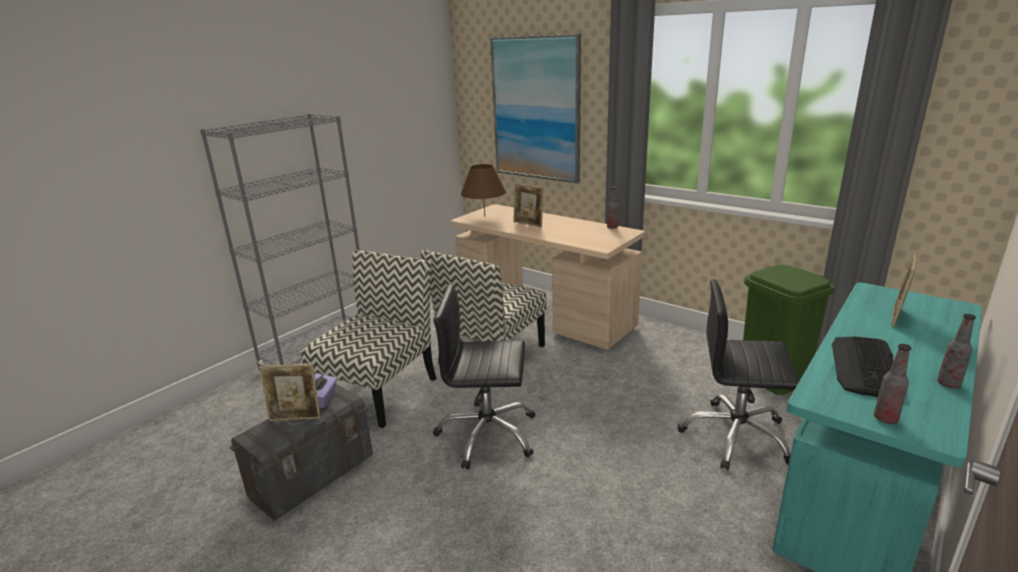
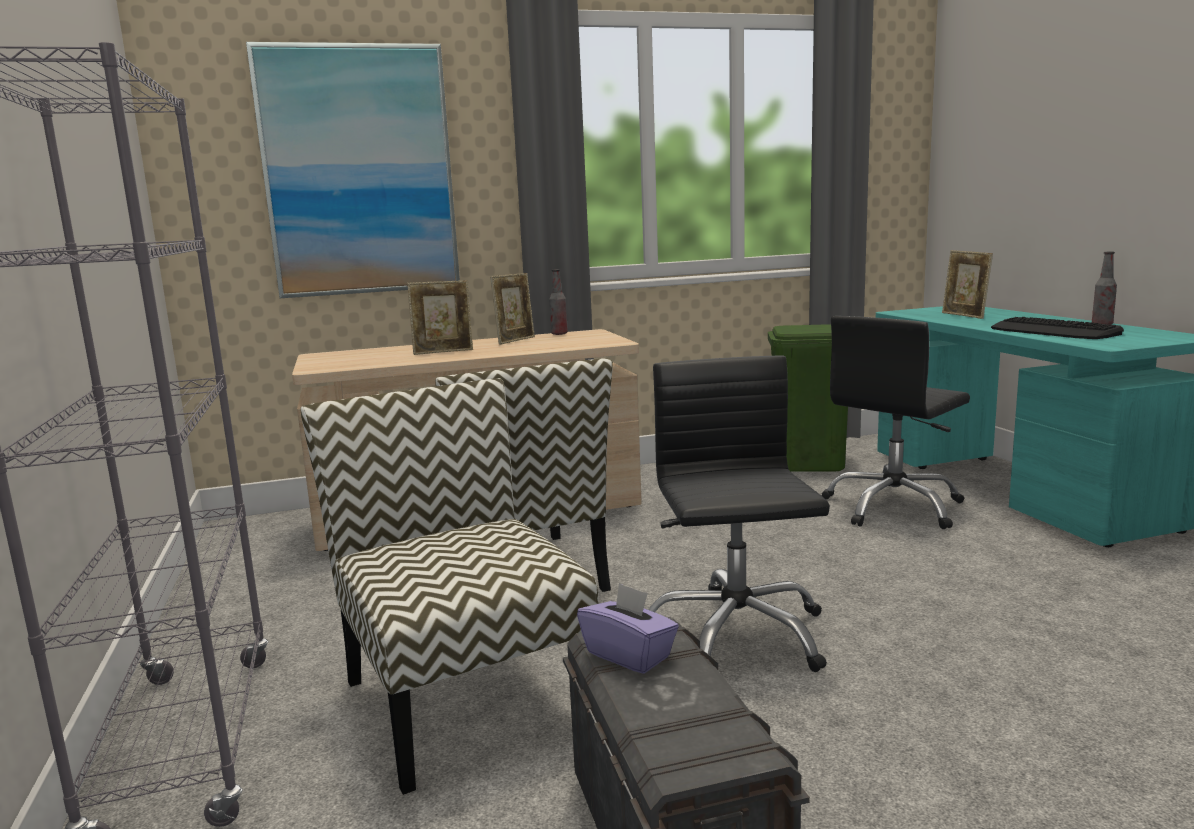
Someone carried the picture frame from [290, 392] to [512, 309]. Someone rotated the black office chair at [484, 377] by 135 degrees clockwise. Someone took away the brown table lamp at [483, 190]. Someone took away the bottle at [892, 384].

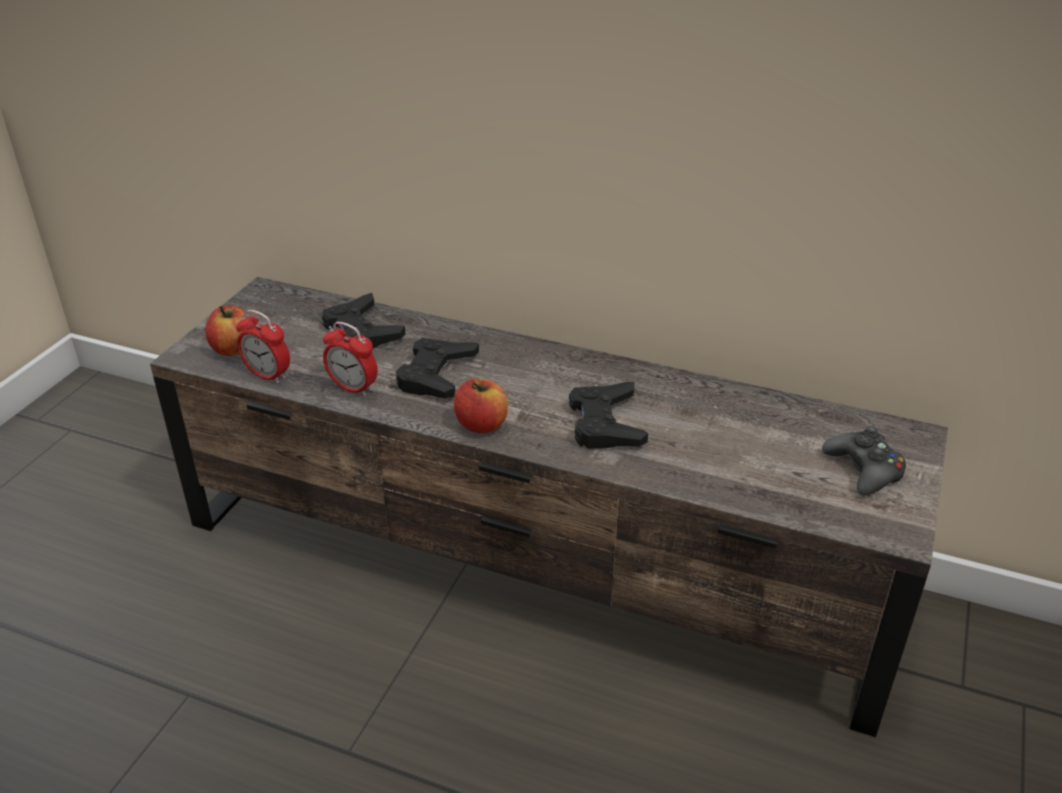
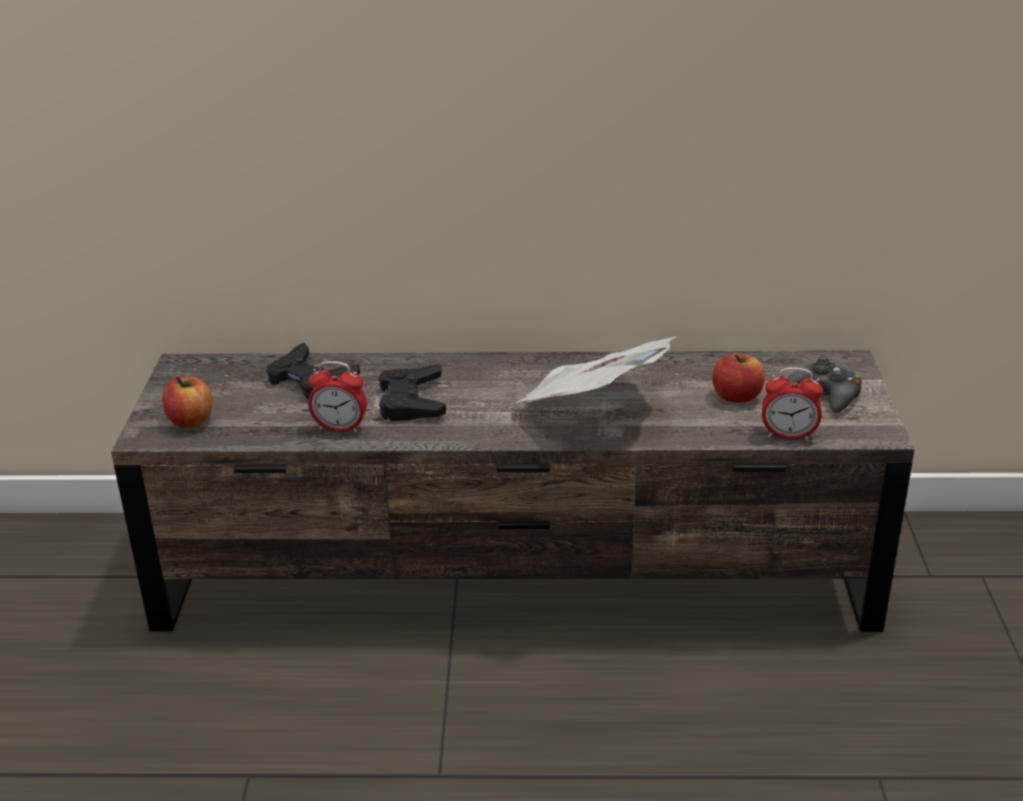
Someone carried the alarm clock from [263, 347] to [792, 404]. Someone carried the apple from [481, 406] to [738, 378]. Someone swapped the black game controller at [608, 415] for the newspaper at [596, 369].

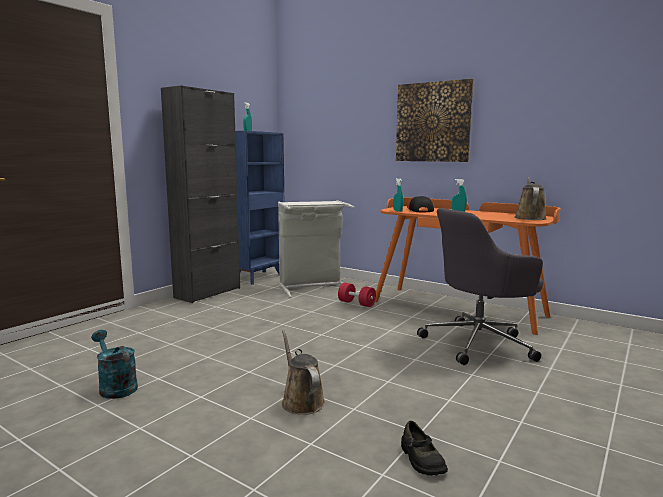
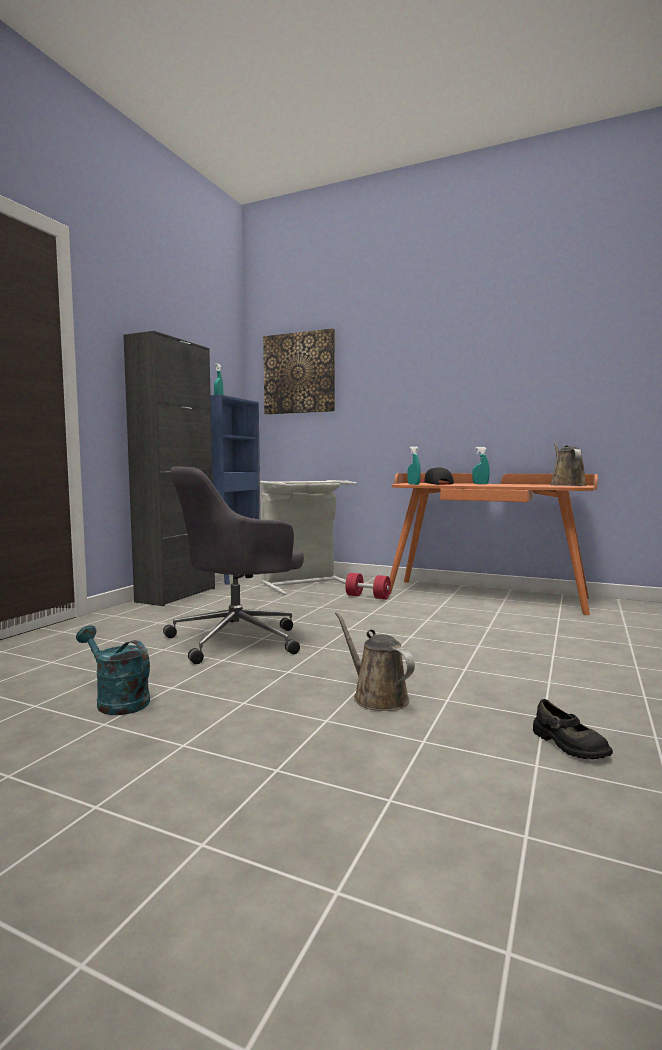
Someone carried the picture from [435, 120] to [299, 371]. Someone carried the grey office chair from [480, 286] to [233, 565].

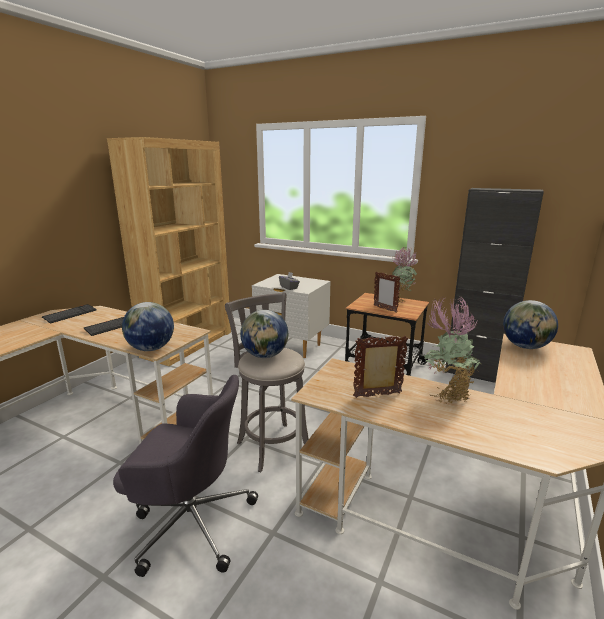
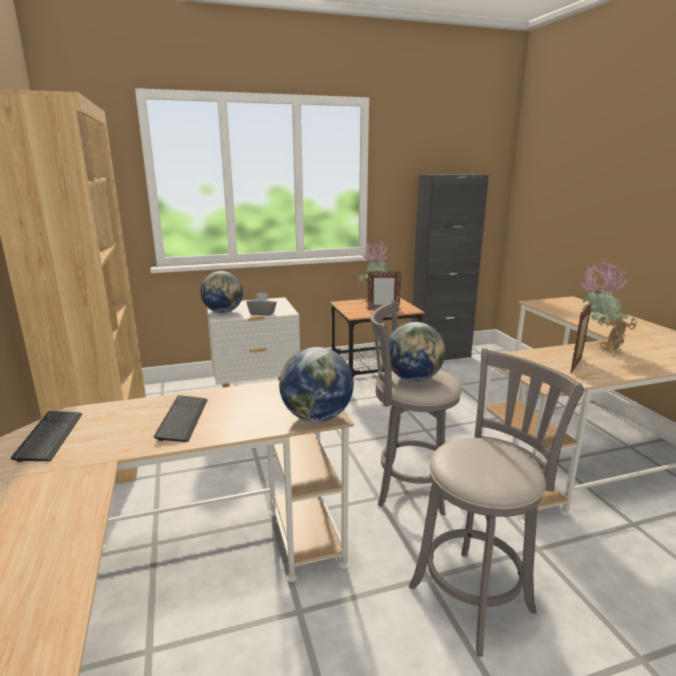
Someone swapped the grey office chair at [185, 476] for the grey stool at [496, 503]. Someone carried the globe from [530, 324] to [221, 292].

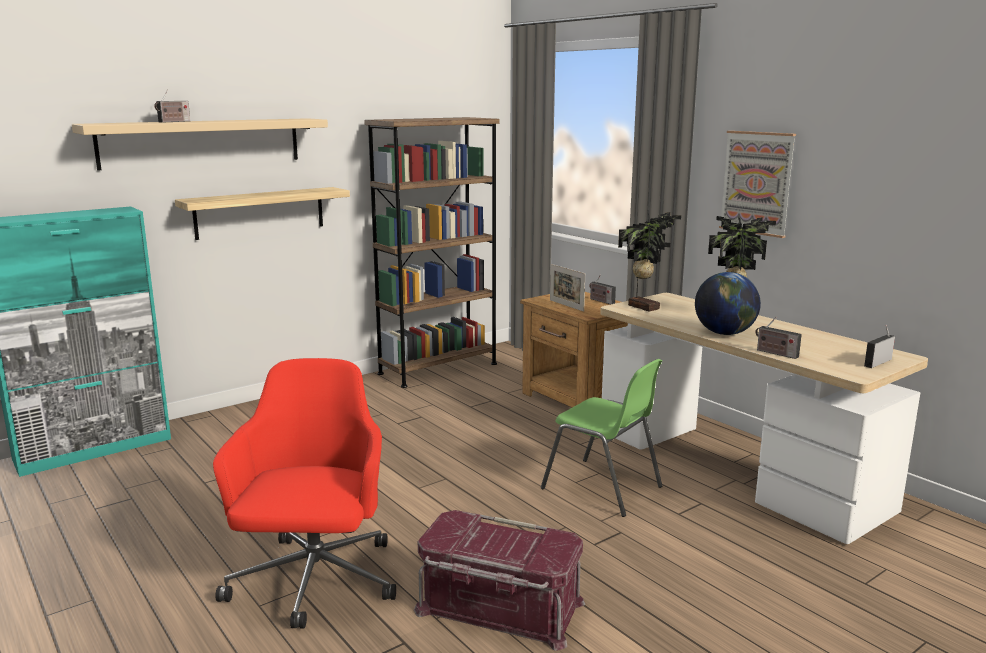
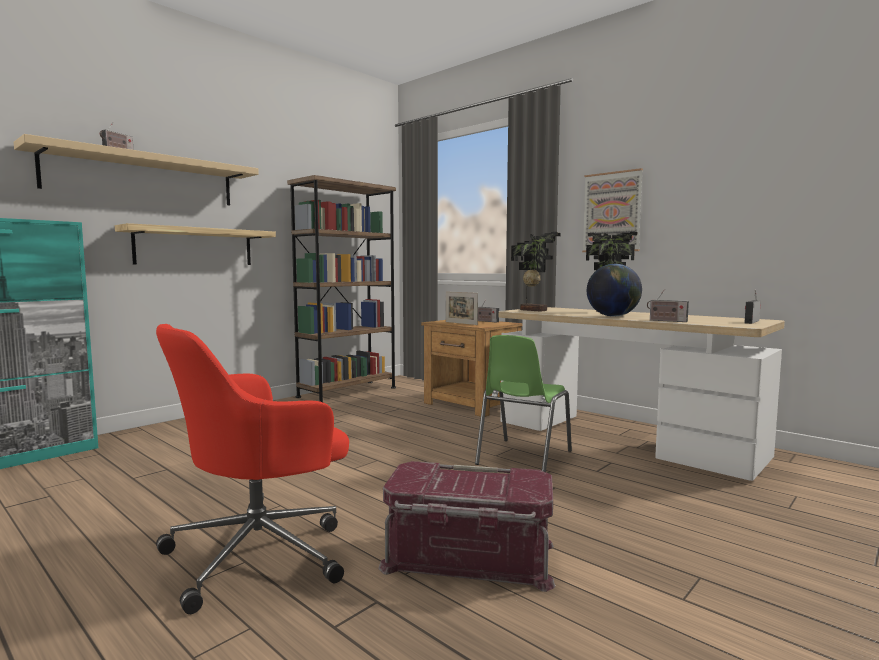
Someone rotated the red office chair at [304, 493] by 120 degrees counterclockwise. Someone rotated the green chair at [602, 438] by 90 degrees clockwise.

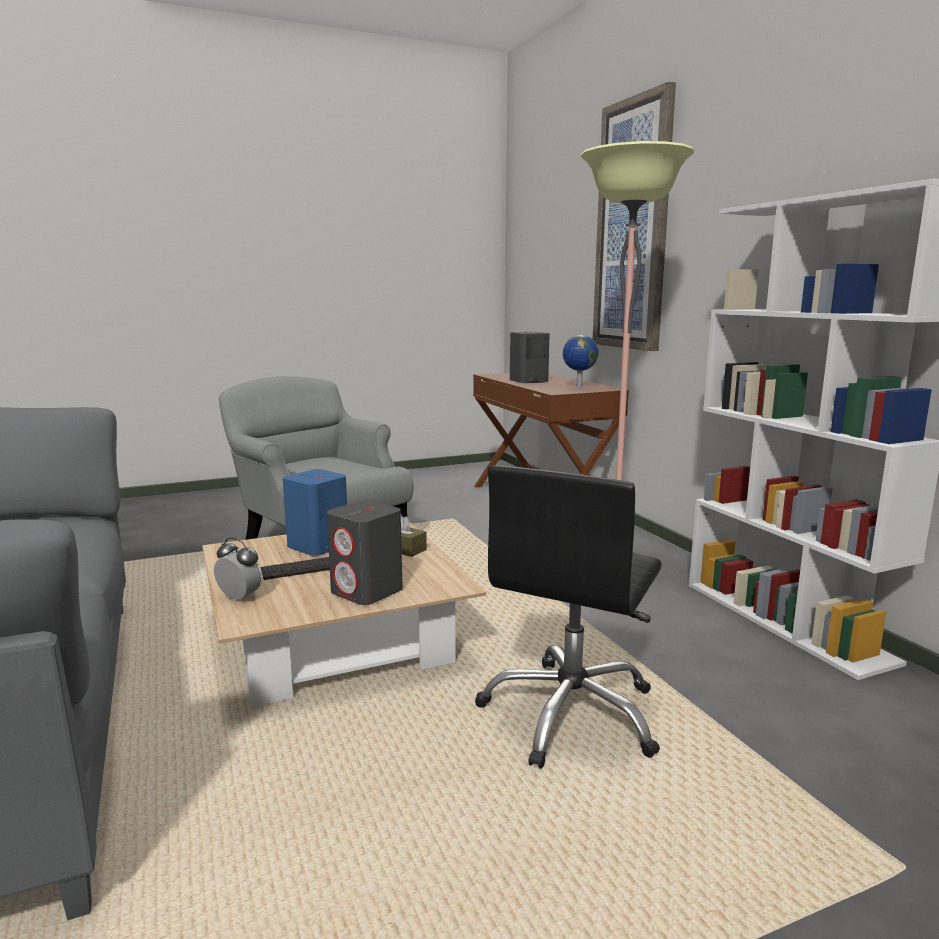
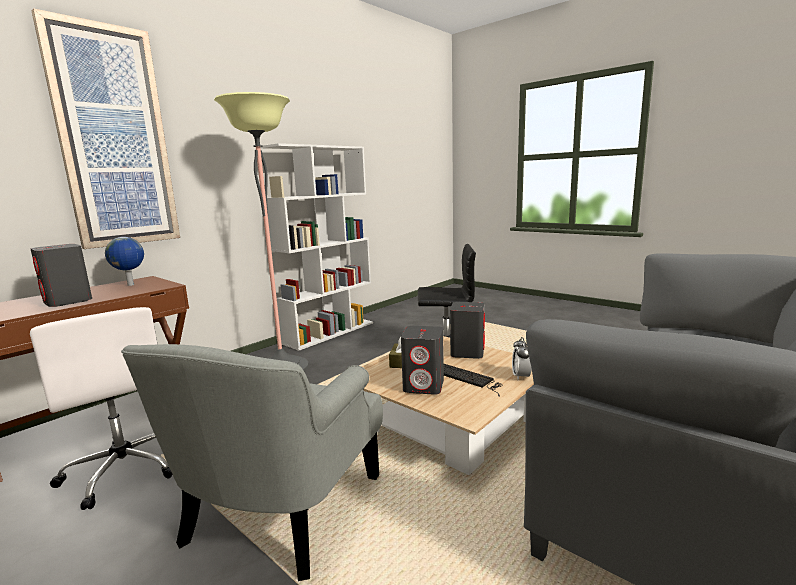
Someone repainted the blue speaker at [315, 512], which became the grey speaker at [422, 360]. Someone put down the white office chair at [101, 408].

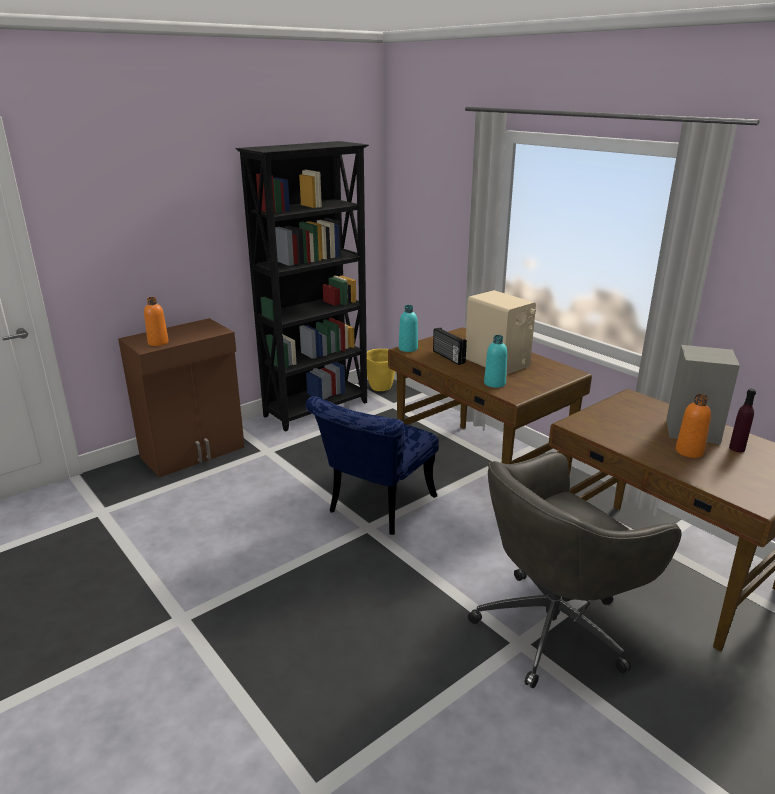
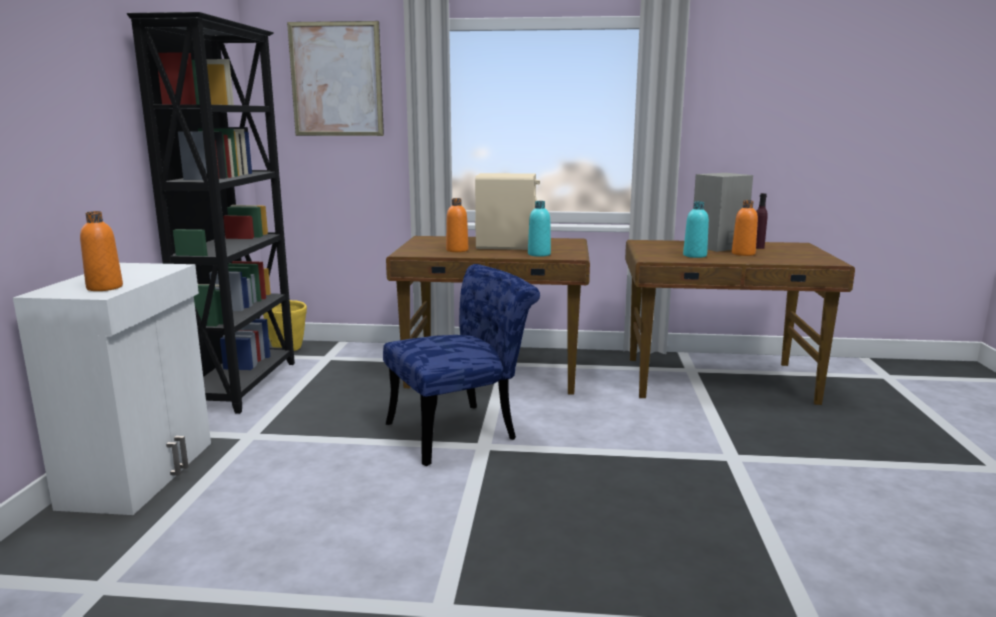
Someone repainted the brown cabinet at [181, 398], which became the white cabinet at [112, 389]. Someone rotated the blue chair at [372, 465] by 105 degrees counterclockwise. Someone carried the turquoise bottle from [408, 328] to [696, 229]. Someone swapped the radio at [450, 346] for the orange bottle at [457, 225]. Someone took away the grey office chair at [575, 570]. Someone put up the picture at [335, 78].

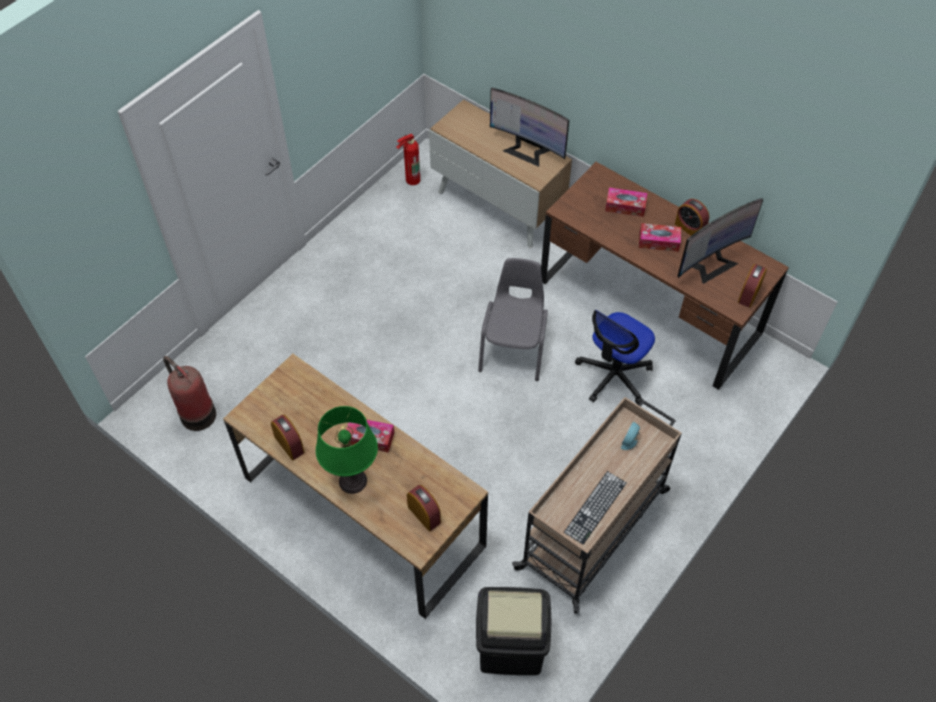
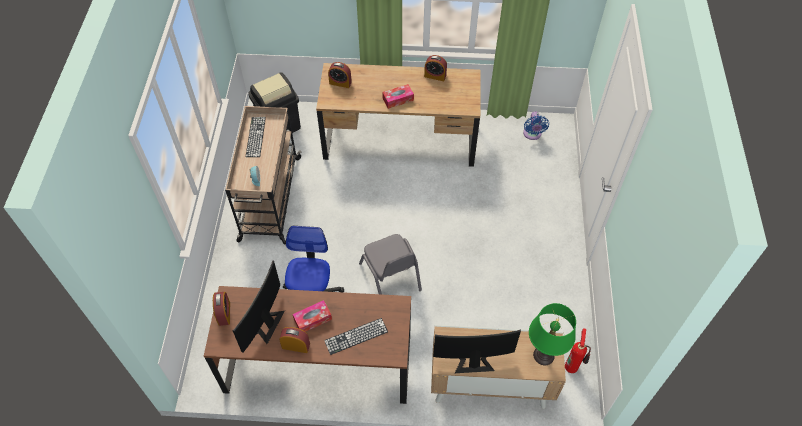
Someone swapped the fire extinguisher at [189, 393] for the blue fan at [536, 125]. Someone carried the green table lamp from [347, 450] to [552, 334]. Someone swapped the tissue box at [626, 202] for the keyboard at [356, 336].

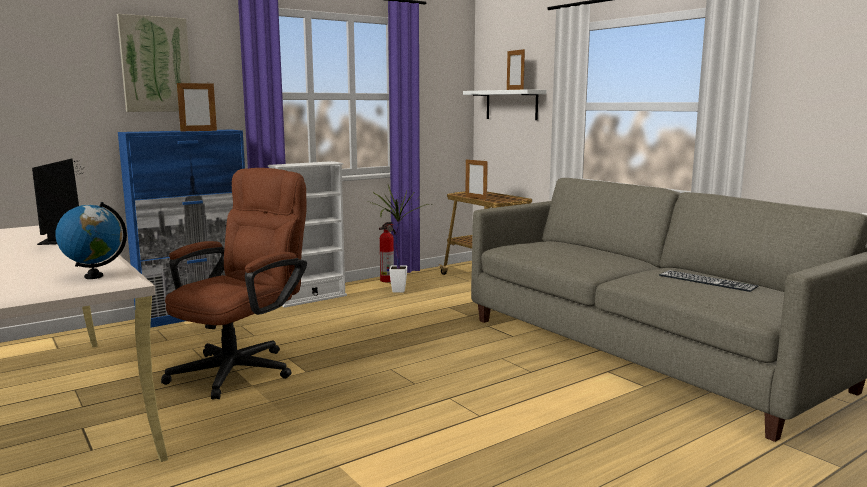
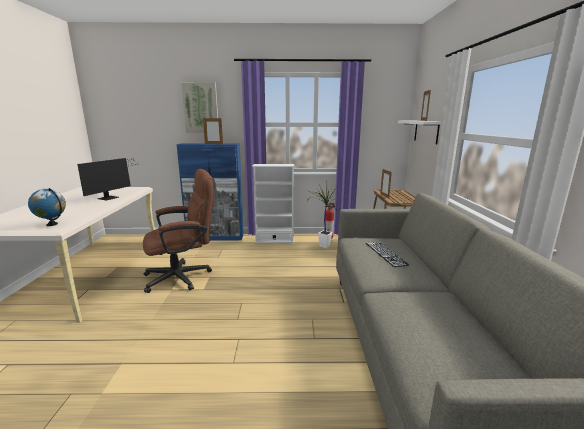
Someone carried the keyboard from [708, 281] to [387, 254].

